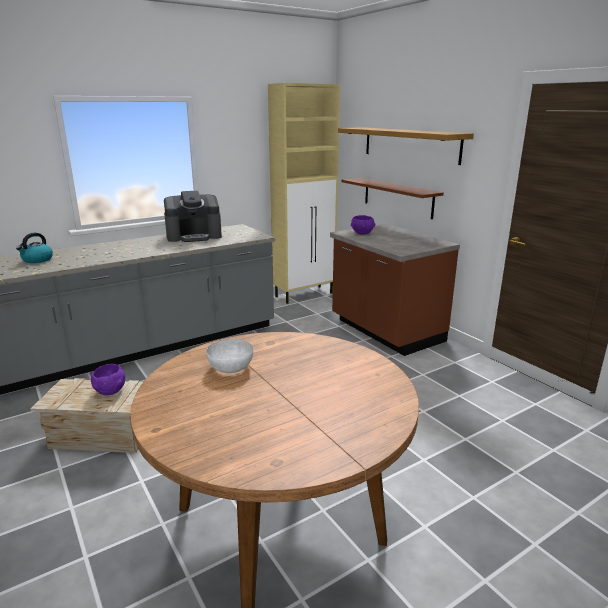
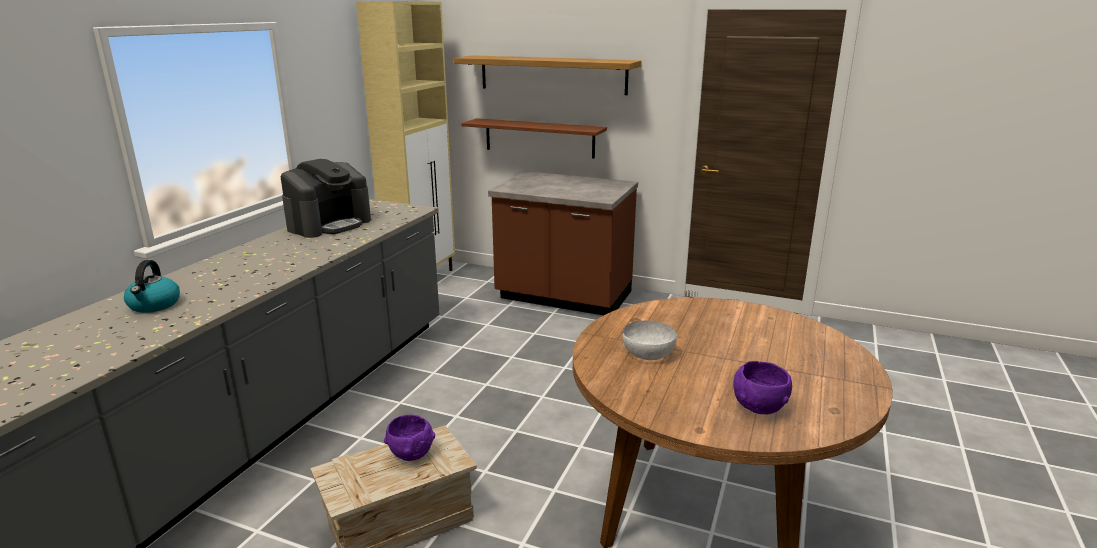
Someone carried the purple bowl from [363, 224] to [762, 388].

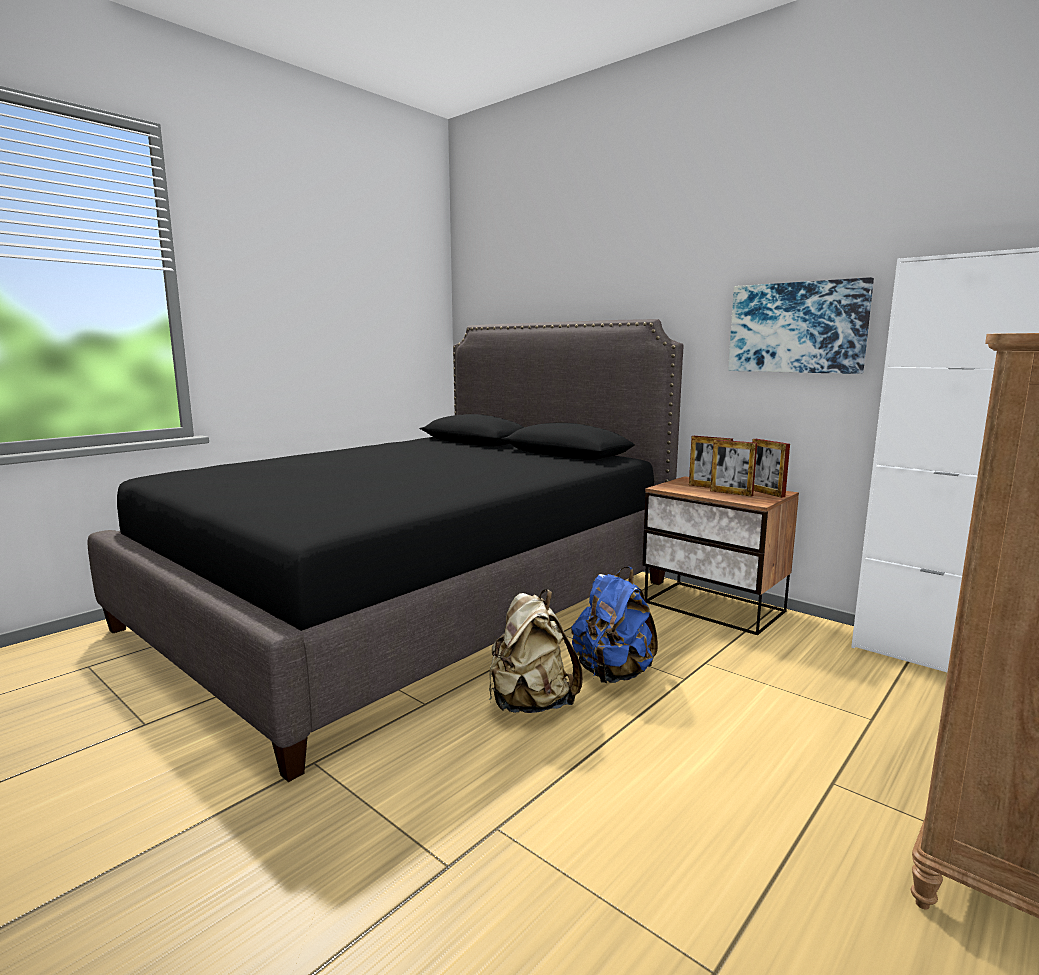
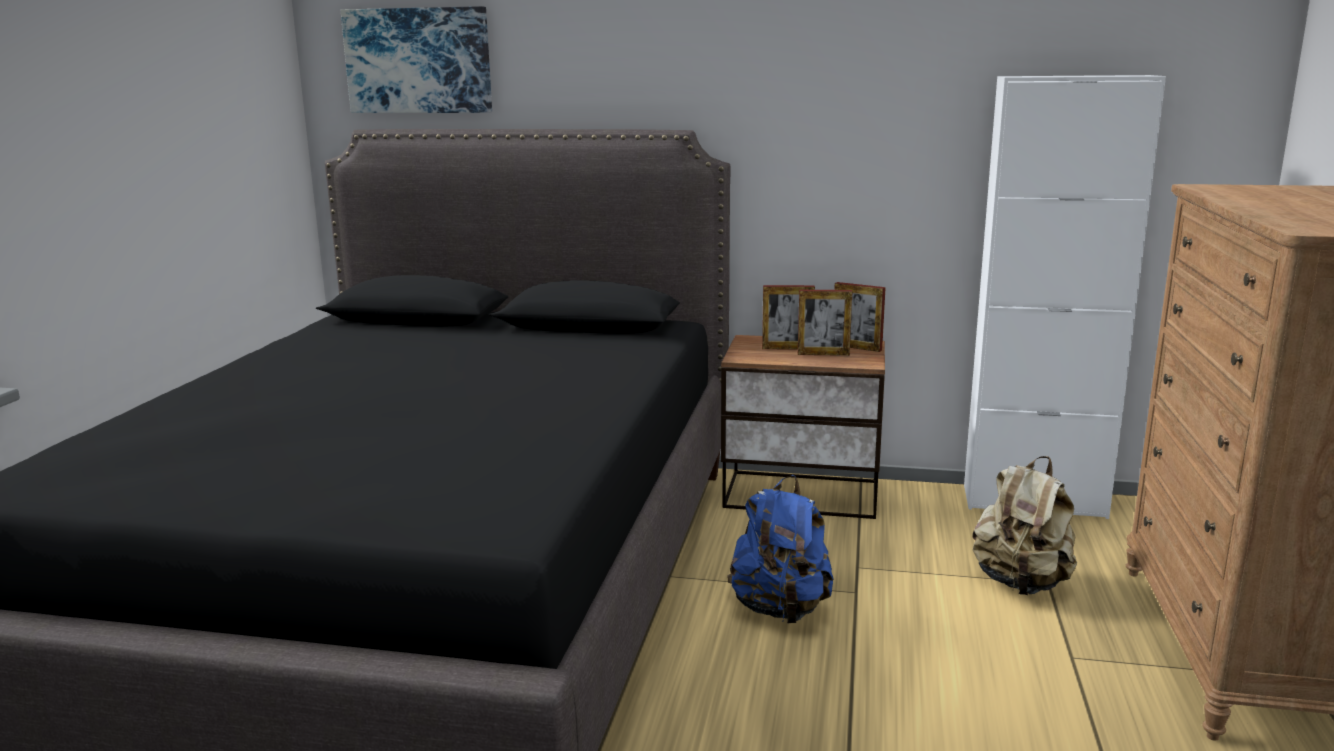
Someone carried the beige backpack from [536, 651] to [1025, 525]. Someone carried the picture from [801, 325] to [416, 59].

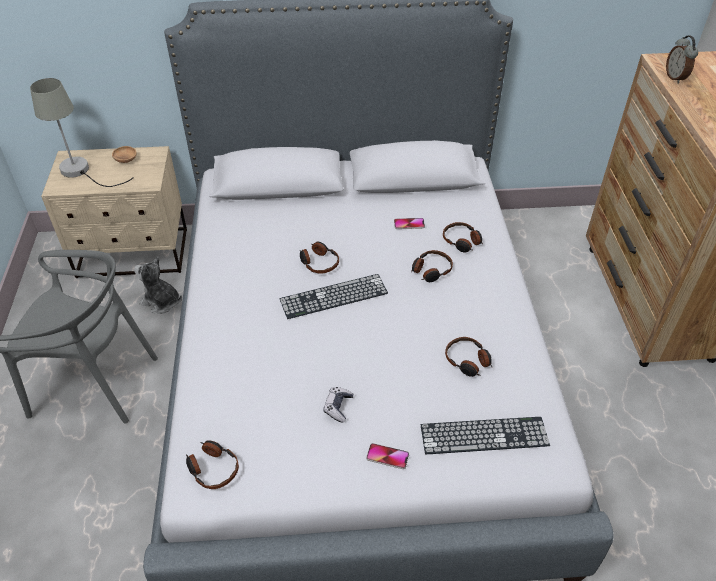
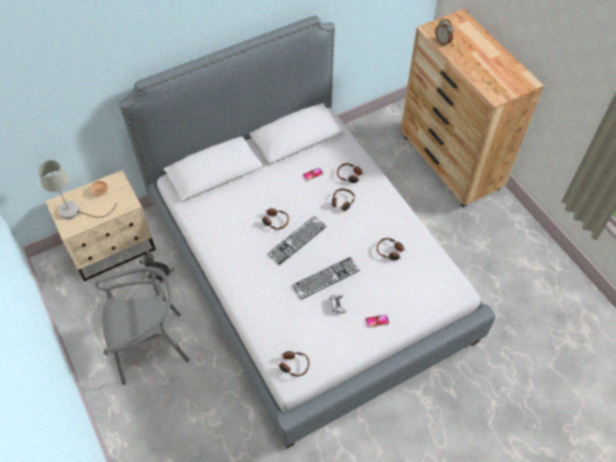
Someone carried the keyboard from [485, 435] to [326, 278].

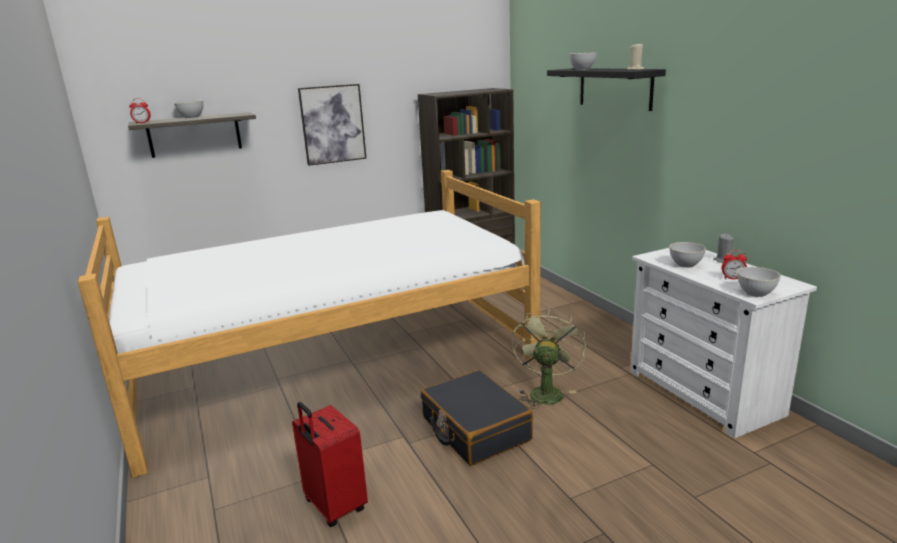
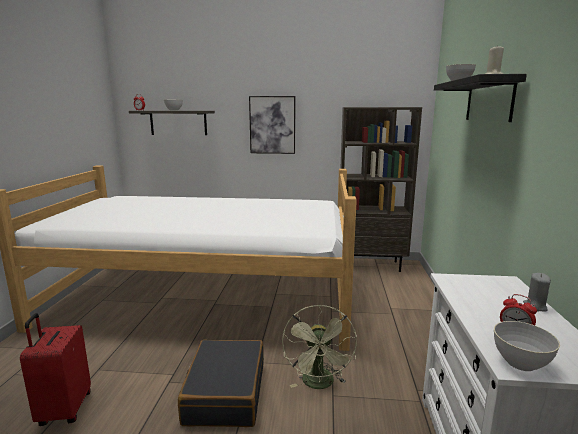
Someone rotated the green fan at [549, 359] by 135 degrees clockwise. Someone took away the grey bowl at [687, 255].

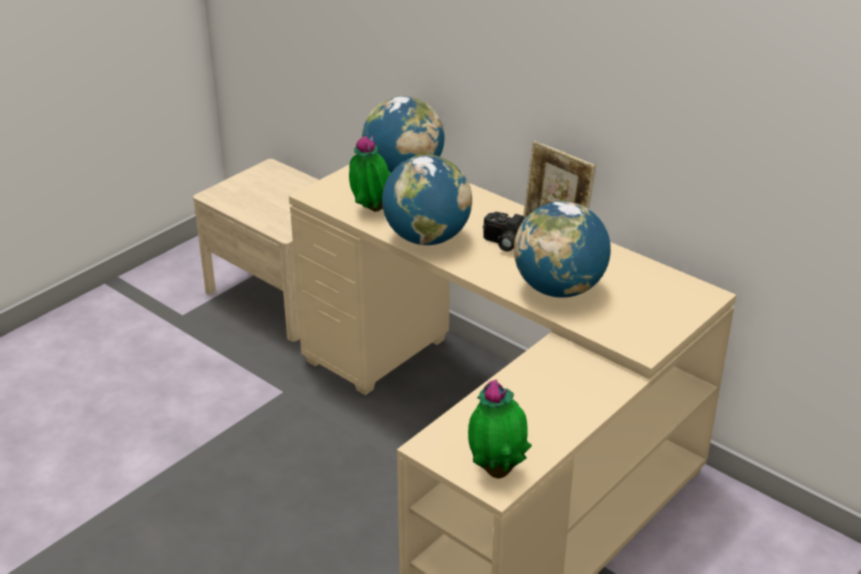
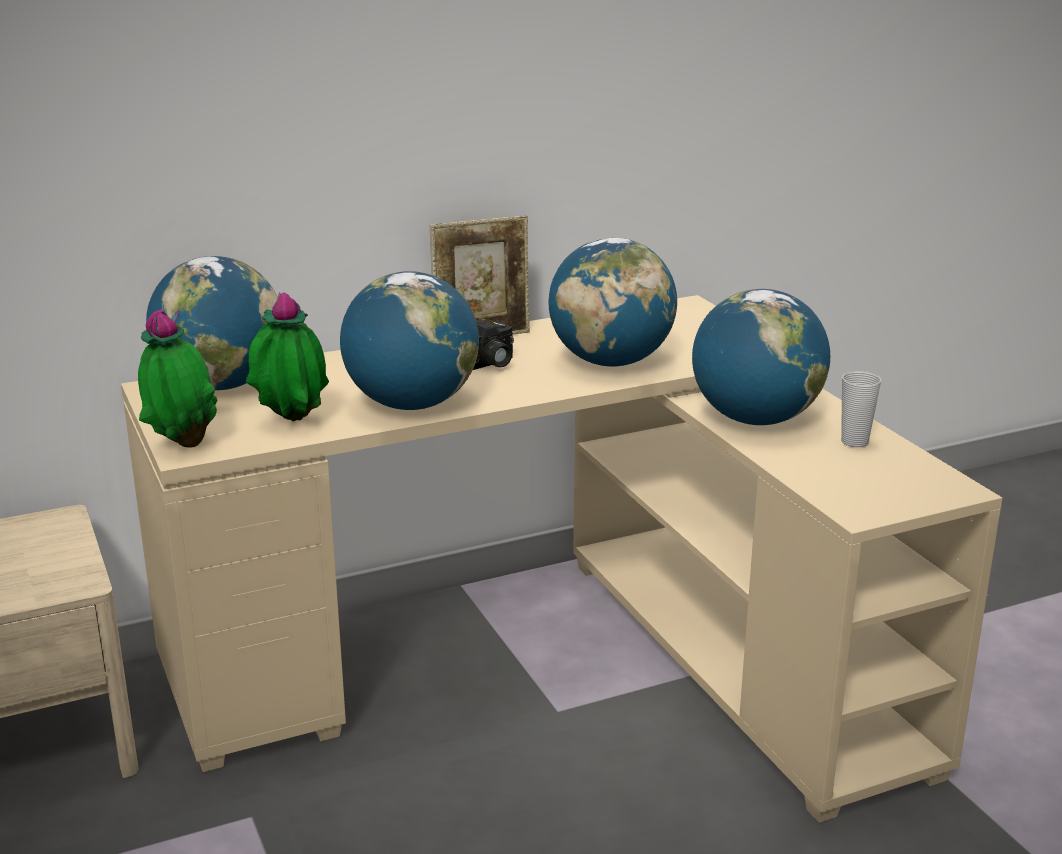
Someone carried the potted plant from [500, 429] to [177, 378]. Someone put down the globe at [761, 357]. Someone put down the cup at [861, 409].

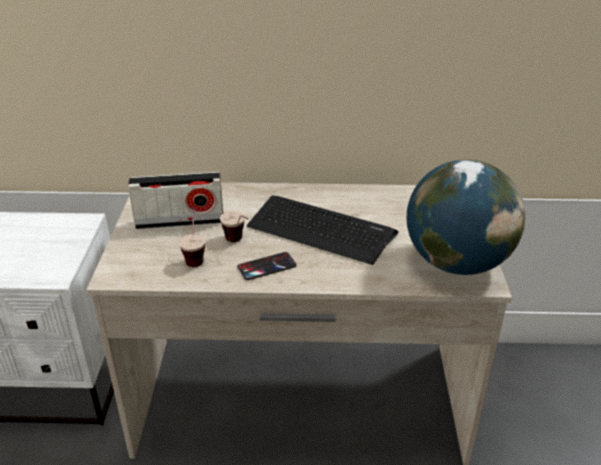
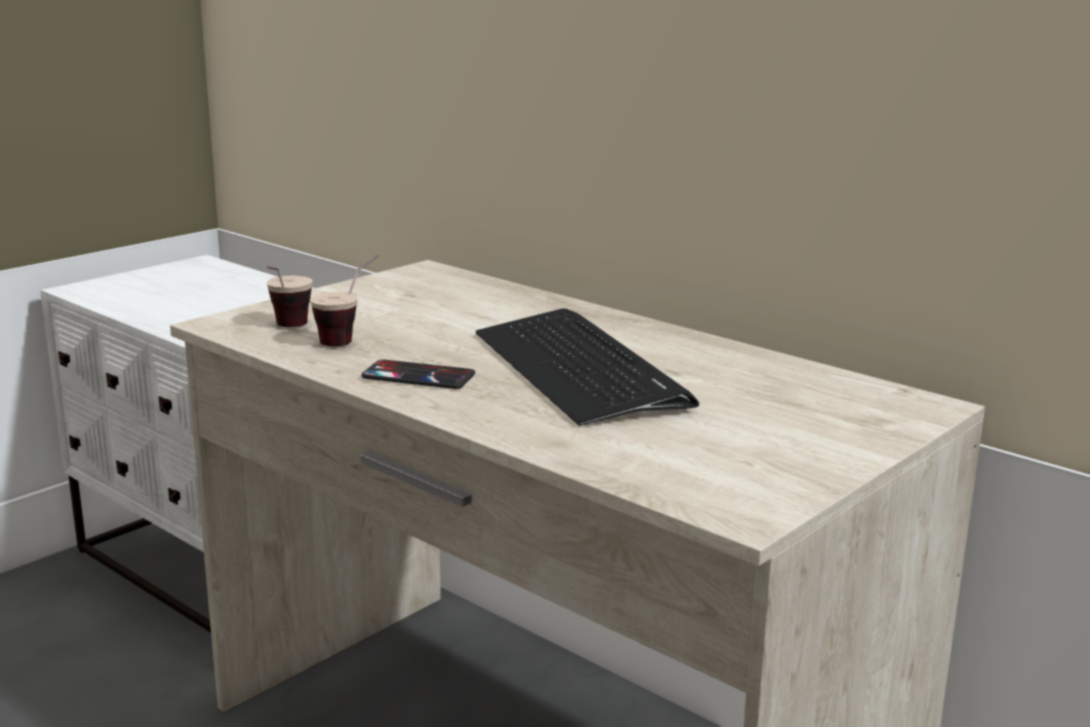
Someone took away the radio at [175, 200]. Someone carried the cup from [234, 226] to [290, 296]. Someone took away the globe at [466, 217].

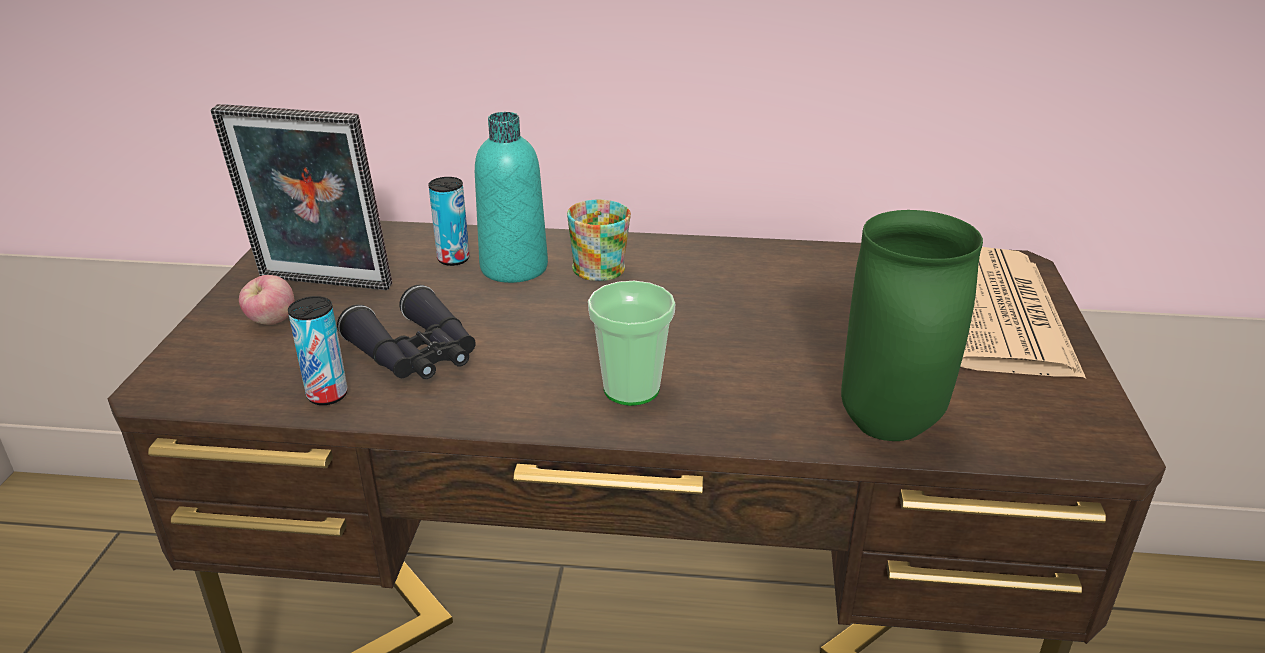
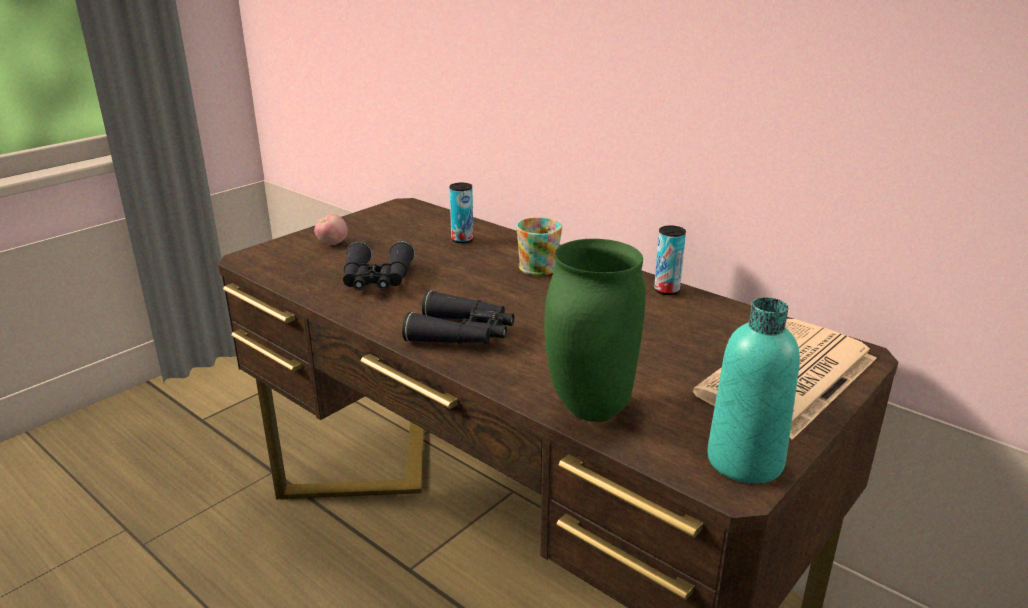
Someone took away the picture frame at [301, 197]. Someone carried the can from [318, 350] to [670, 260]. Someone carried the turquoise bottle from [511, 197] to [753, 390]. Someone swapped the cup at [631, 343] for the black binoculars at [458, 317].

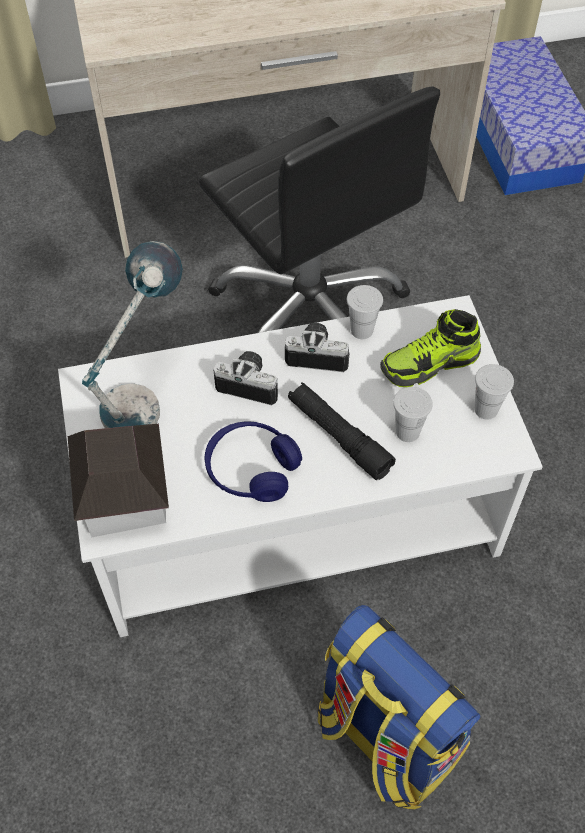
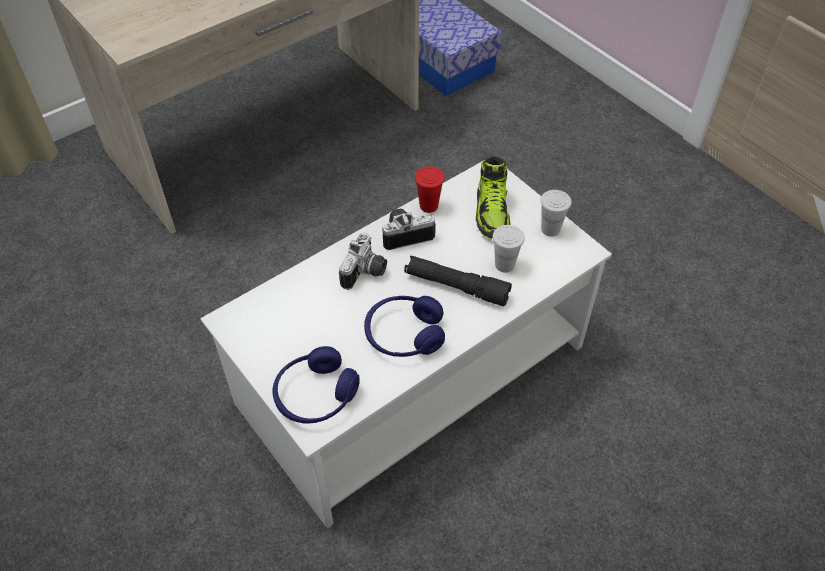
Someone swapped the toy house at [118, 480] for the blue headphones at [316, 385]. Someone took away the table lamp at [132, 334]. Someone took away the black office chair at [319, 209]. Someone rotated the photo camera at [245, 378] by 120 degrees clockwise. Someone took away the backpack at [399, 707]. Someone repainted the white cup at [365, 312], which became the red cup at [430, 190]. Someone rotated the shoe at [430, 348] by 45 degrees counterclockwise.

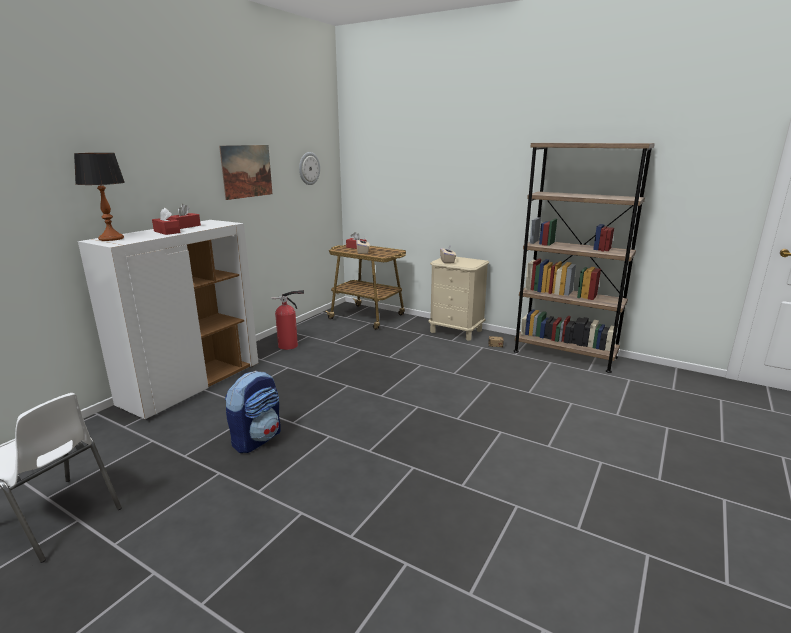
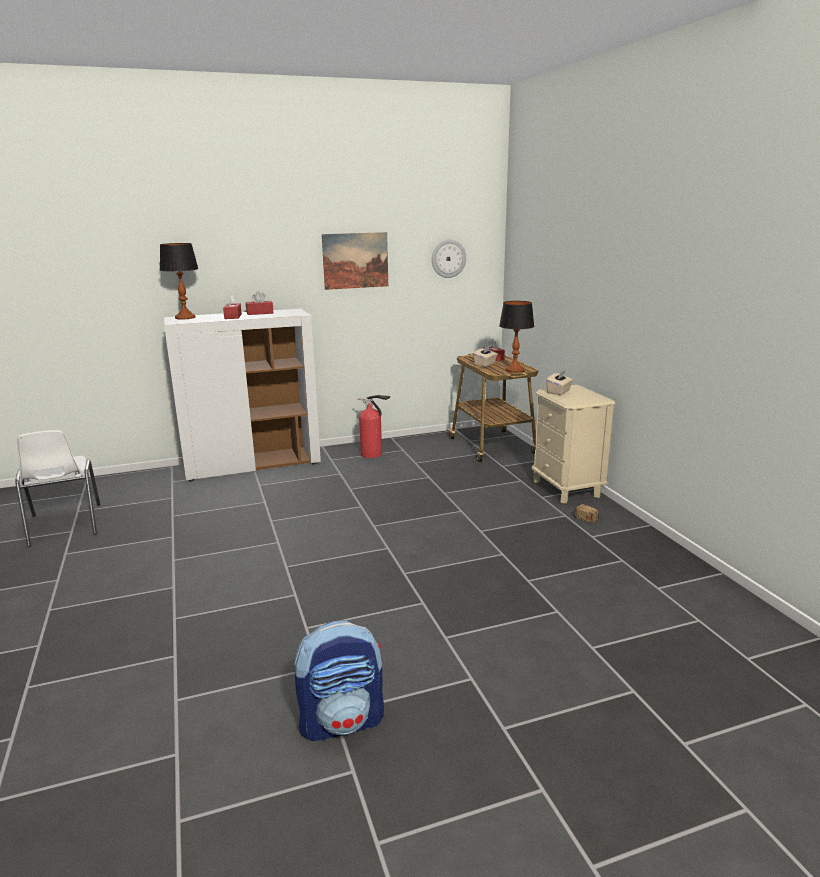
Someone carried the backpack from [253, 412] to [339, 680]. Someone took away the brown bookcase at [584, 258]. Someone put down the table lamp at [516, 336].

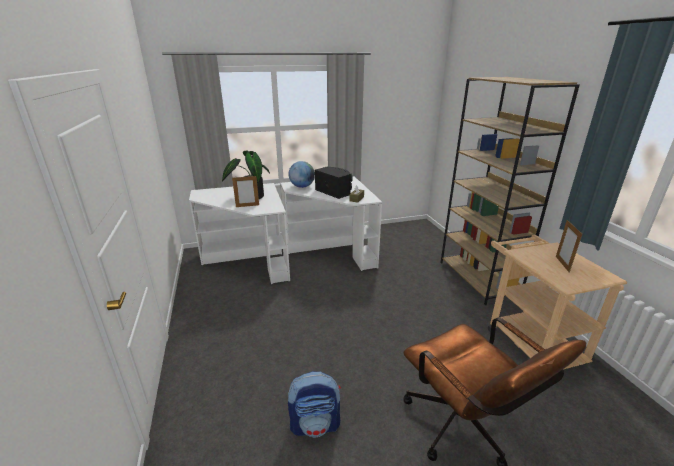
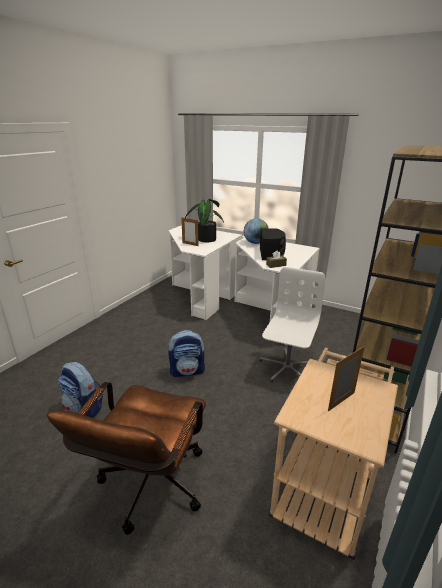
Someone put down the backpack at [186, 353]. Someone put down the white office chair at [292, 324].

